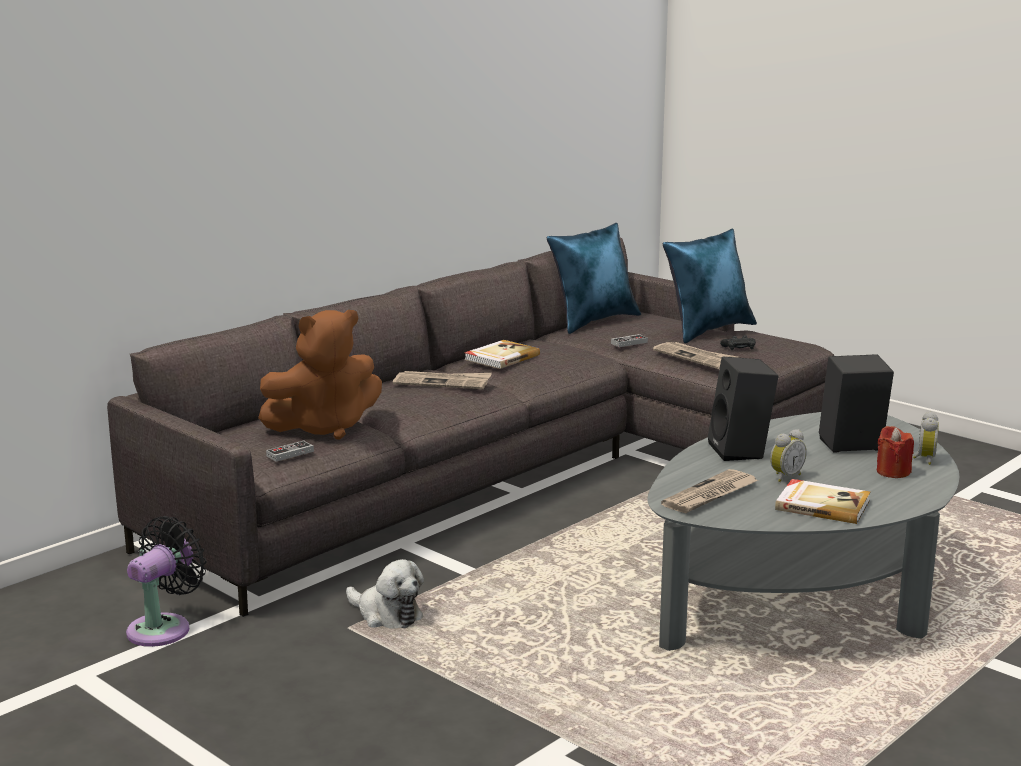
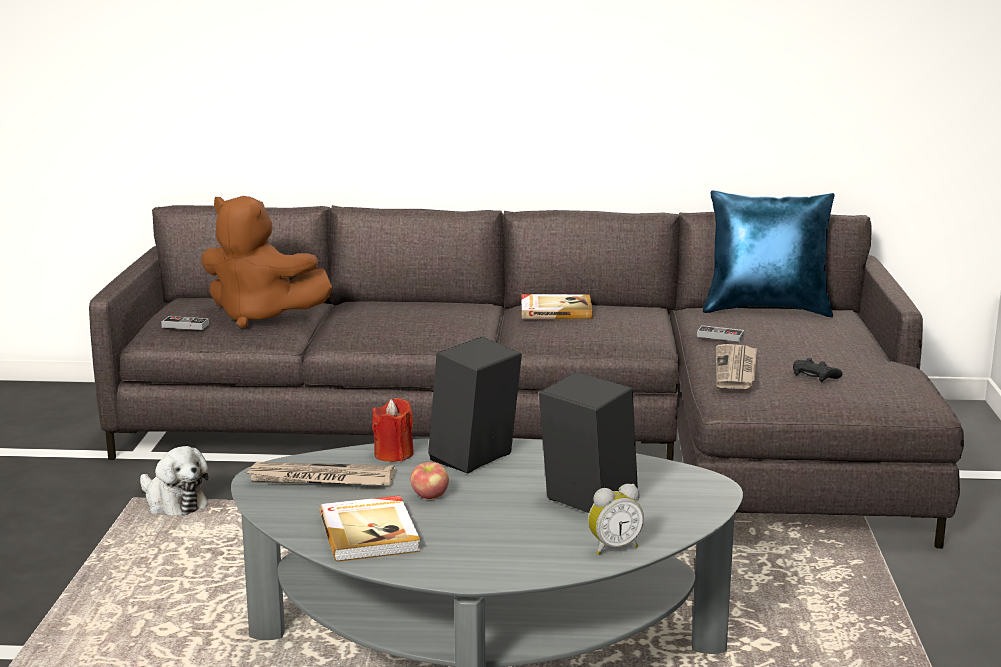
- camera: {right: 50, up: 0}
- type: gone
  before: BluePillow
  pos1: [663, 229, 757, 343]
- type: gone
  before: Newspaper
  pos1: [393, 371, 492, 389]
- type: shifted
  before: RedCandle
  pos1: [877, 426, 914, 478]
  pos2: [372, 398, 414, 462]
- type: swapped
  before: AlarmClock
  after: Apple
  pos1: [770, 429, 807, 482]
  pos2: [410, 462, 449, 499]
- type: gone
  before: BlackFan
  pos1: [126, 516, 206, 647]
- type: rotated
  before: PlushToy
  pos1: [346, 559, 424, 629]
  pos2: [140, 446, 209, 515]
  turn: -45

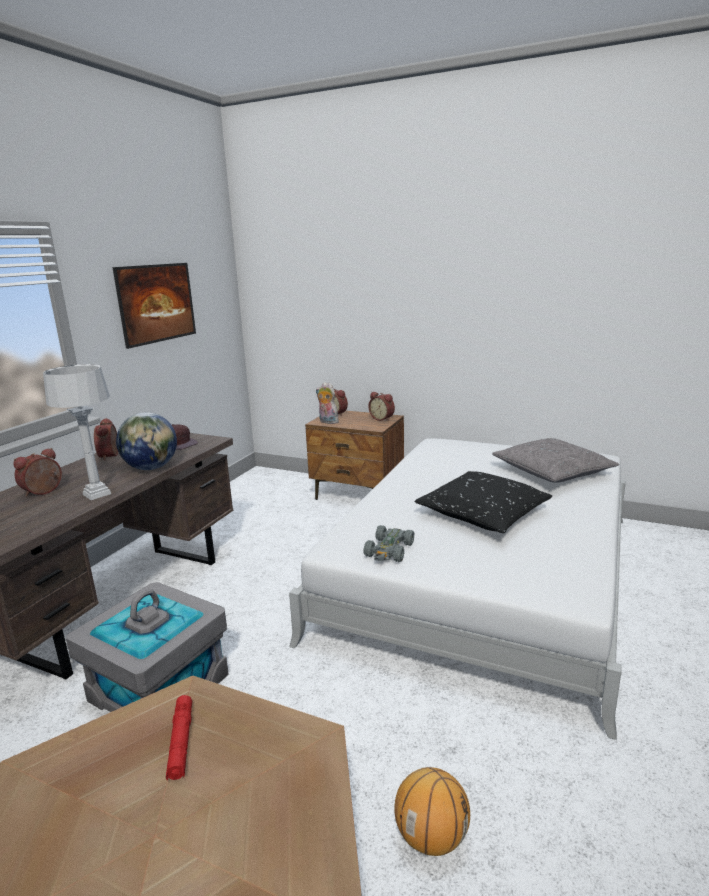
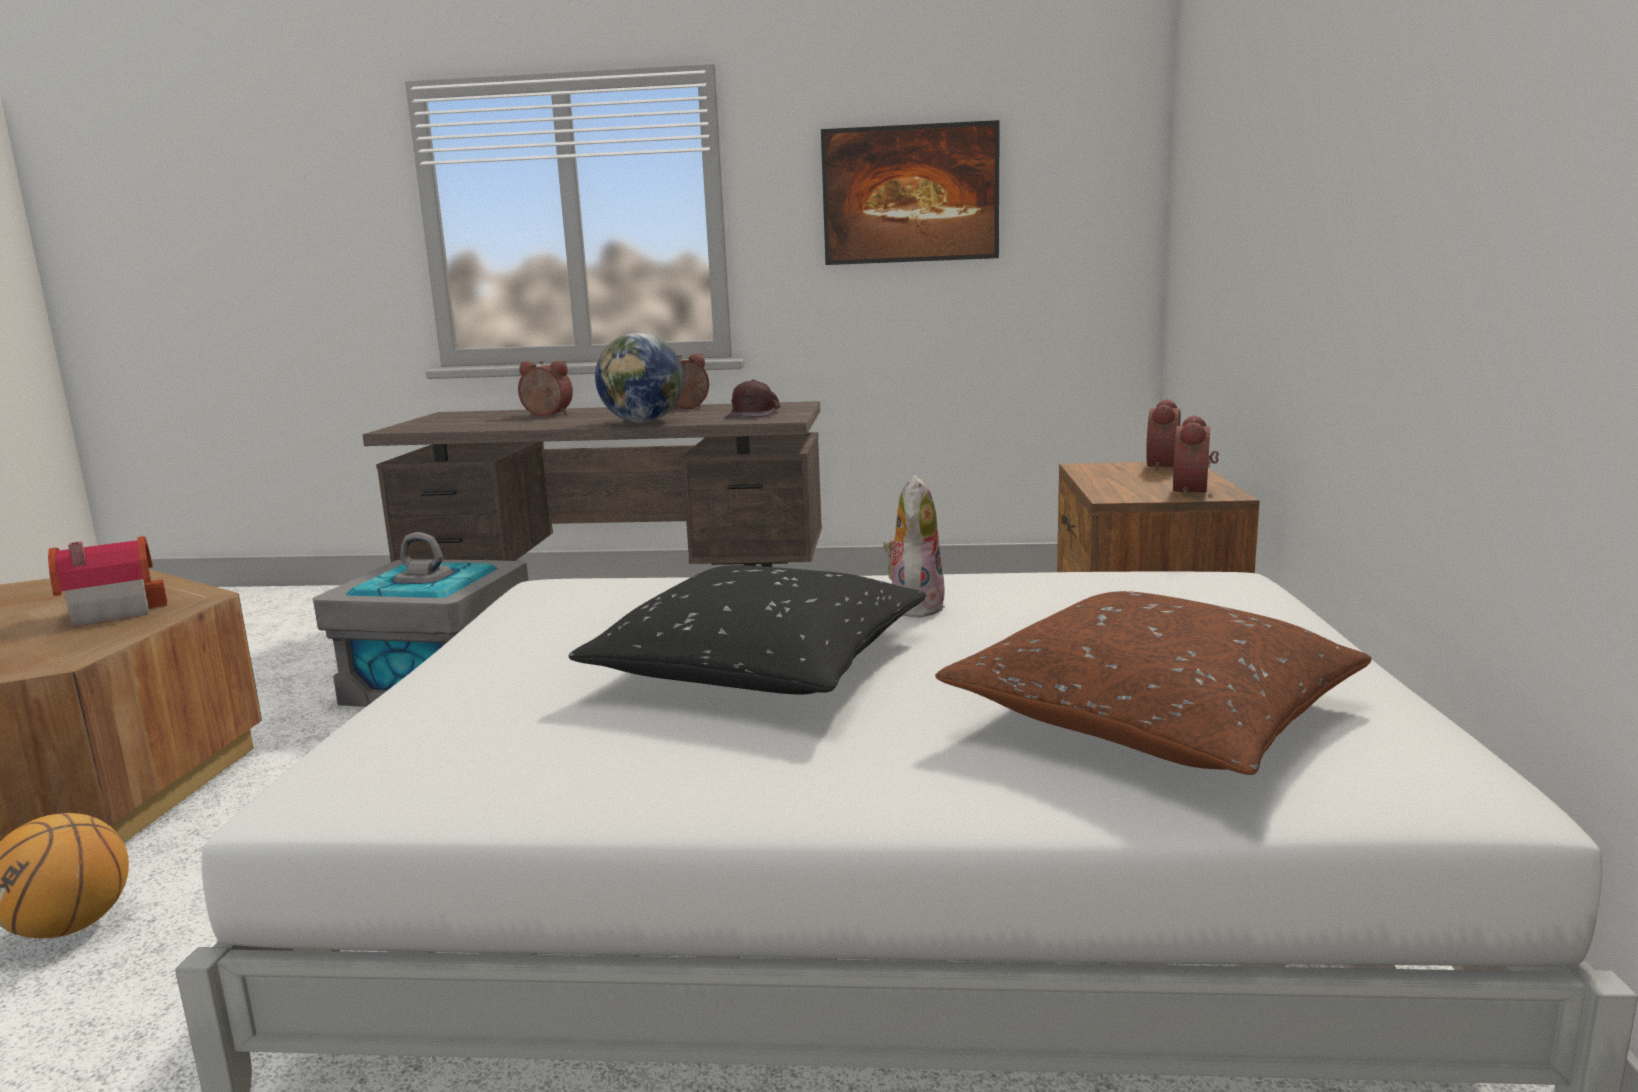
- camera: {right: 70, up: -5}
- type: gone
  before: GreyTableLamp
  pos1: [43, 364, 111, 500]
- type: shifted
  before: PlushToy
  pos1: [316, 382, 340, 424]
  pos2: [883, 475, 945, 618]
- type: repainted
  before: GreyPillow
  after: BrownPillow
  pos1: [492, 438, 619, 483]
  pos2: [935, 591, 1372, 775]
- type: gone
  before: GreyToyCar
  pos1: [363, 525, 414, 562]
- type: swapped
  before: RedFlashlight
  after: ToyHouse
  pos1: [166, 695, 192, 780]
  pos2: [48, 536, 167, 627]

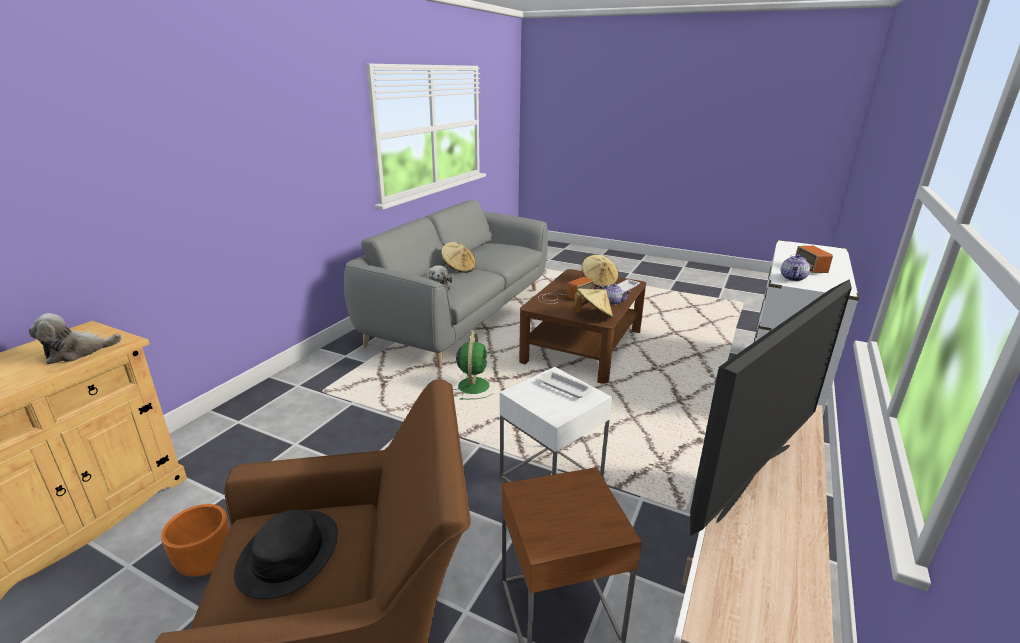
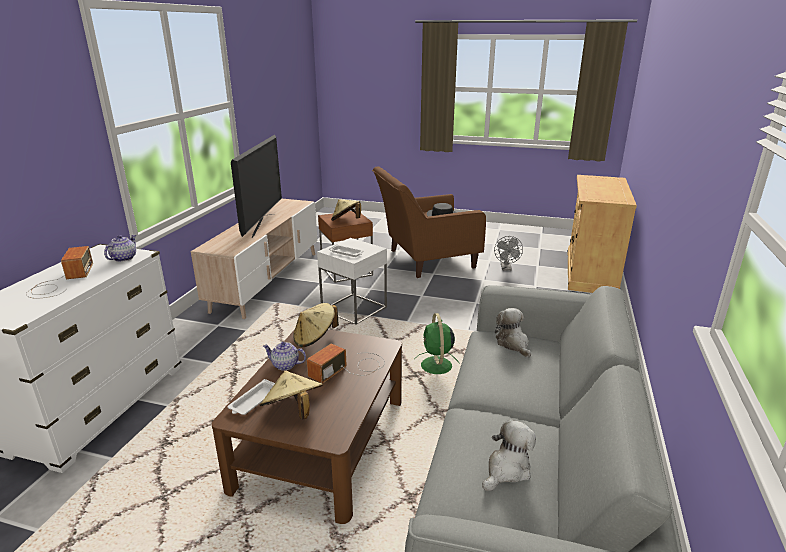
- camera: {right: 170, up: 0}
- type: shifted
  before: BeigeHat
  pos1: [441, 242, 476, 273]
  pos2: [331, 199, 361, 221]
- type: rotated
  before: Television
  pos1: [690, 279, 852, 536]
  pos2: [231, 135, 282, 238]
  turn: 150
- type: shifted
  before: PlushToy
  pos1: [29, 313, 122, 364]
  pos2: [482, 419, 536, 491]
- type: swapped
  before: OrangePlanter
  after: GreyFan
  pos1: [161, 504, 230, 577]
  pos2: [494, 236, 523, 271]

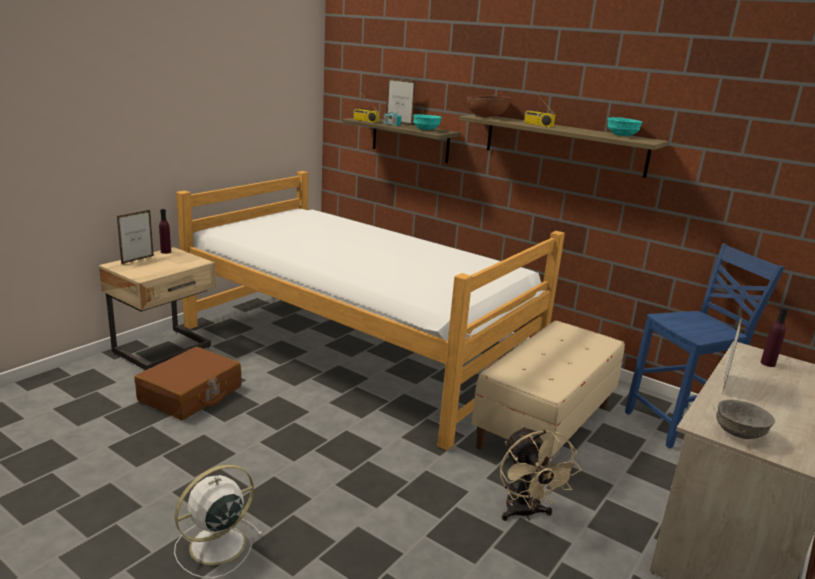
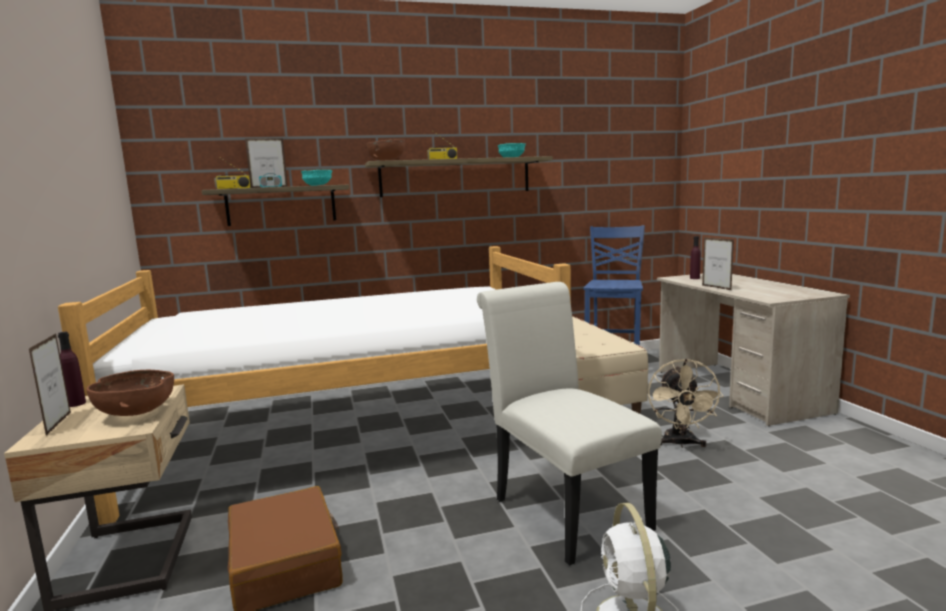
- camera: {right: -50, up: -10}
- type: gone
  before: GreyBowl
  pos1: [716, 399, 775, 439]
- type: rotated
  before: BeigeFan
  pos1: [500, 426, 581, 521]
  pos2: [648, 359, 723, 448]
  turn: 75
- type: new
  after: WhiteChair
  pos2: [477, 282, 662, 565]
- type: new
  after: BrownBowl
  pos2: [86, 369, 174, 416]

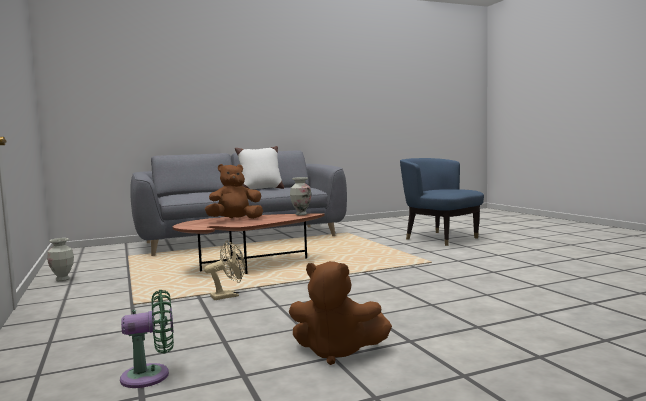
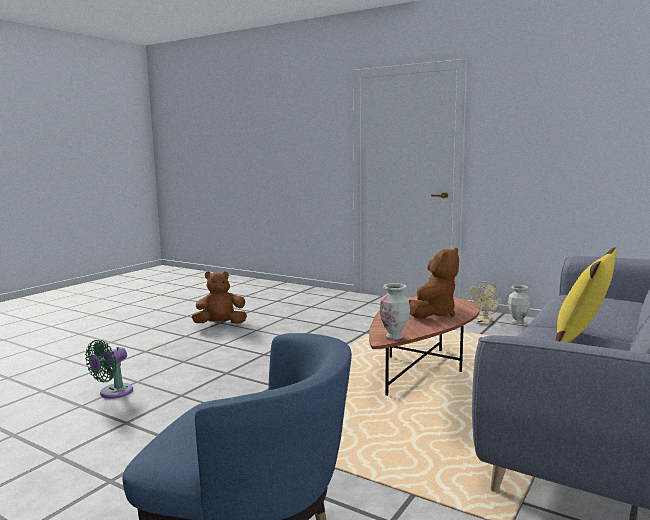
- camera: {right: 145, up: 5}
- type: repainted
  before: WhitePillow
  after: YellowPillow
  pos1: [235, 146, 284, 190]
  pos2: [555, 247, 617, 342]
- type: shifted
  before: BeigeFan
  pos1: [204, 241, 245, 300]
  pos2: [467, 282, 502, 325]
- type: shifted
  before: GreenFan
  pos1: [120, 289, 174, 388]
  pos2: [85, 340, 133, 399]

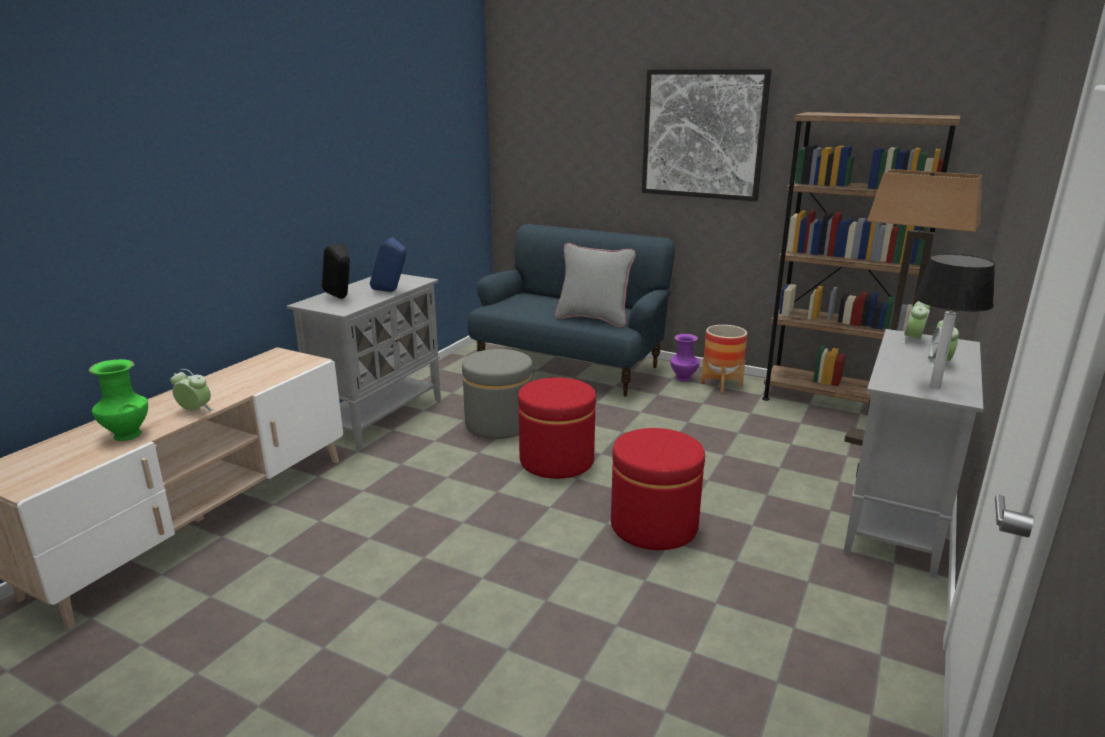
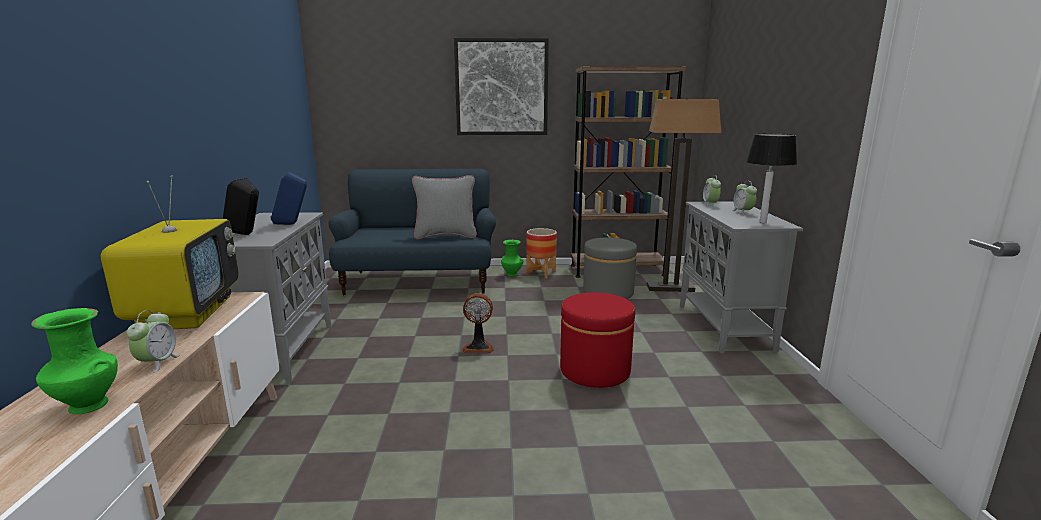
- camera: {right: -30, up: -5}
- type: repainted
  before: PurpleVase
  after: GreenVase
  pos1: [670, 334, 700, 381]
  pos2: [501, 240, 523, 276]
- type: shifted
  before: GreyOttoman
  pos1: [462, 349, 533, 439]
  pos2: [583, 237, 637, 299]
- type: rotated
  before: AlarmClock
  pos1: [170, 369, 214, 411]
  pos2: [126, 310, 180, 373]
  turn: 105
- type: swapped
  before: RedOttoman
  after: Fan
  pos1: [518, 377, 596, 479]
  pos2: [462, 293, 494, 353]
- type: new
  after: Television
  pos2: [101, 175, 239, 329]

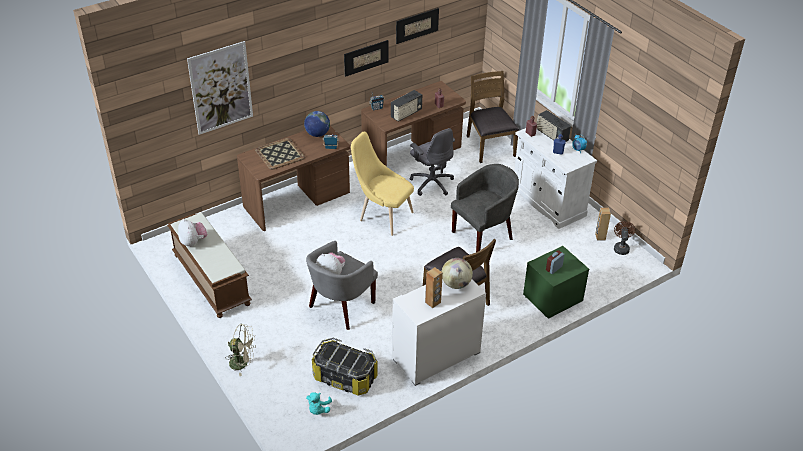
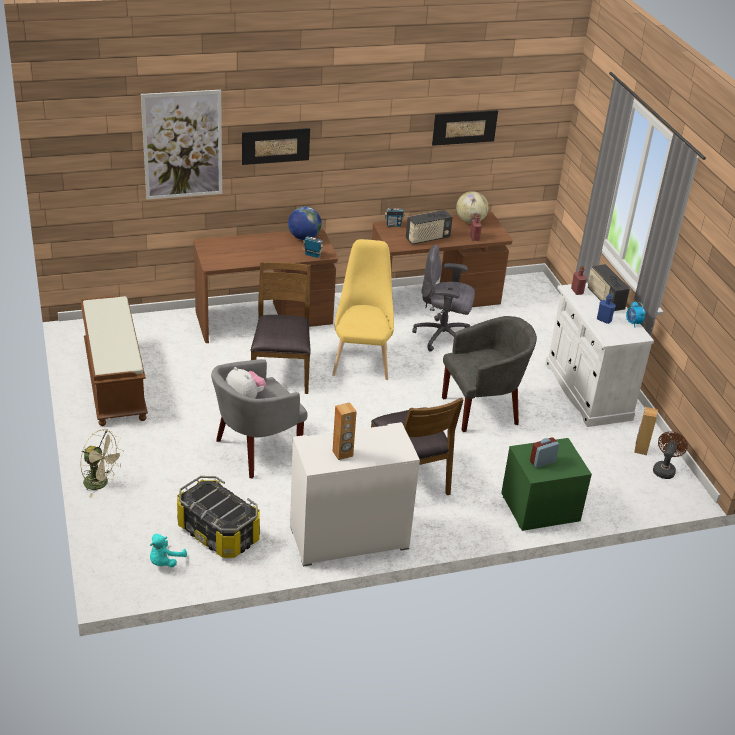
- camera: {right: 15, up: -5}
- type: shifted
  before: Picture
  pos1: [344, 40, 388, 77]
  pos2: [242, 128, 310, 165]
- type: shifted
  before: BrownChair
  pos1: [467, 71, 519, 163]
  pos2: [250, 262, 311, 394]
- type: rotated
  before: GreyOfficeChair
  pos1: [410, 128, 455, 196]
  pos2: [412, 245, 475, 352]
  turn: 120
- type: rotated
  before: YellowChair
  pos1: [351, 132, 414, 236]
  pos2: [332, 239, 394, 380]
  turn: 45
- type: gone
  before: Tray
  pos1: [255, 138, 305, 170]
- type: gone
  before: PlushToy
  pos1: [178, 219, 207, 247]
- type: shifted
  before: Globe
  pos1: [441, 258, 473, 289]
  pos2: [456, 191, 489, 223]

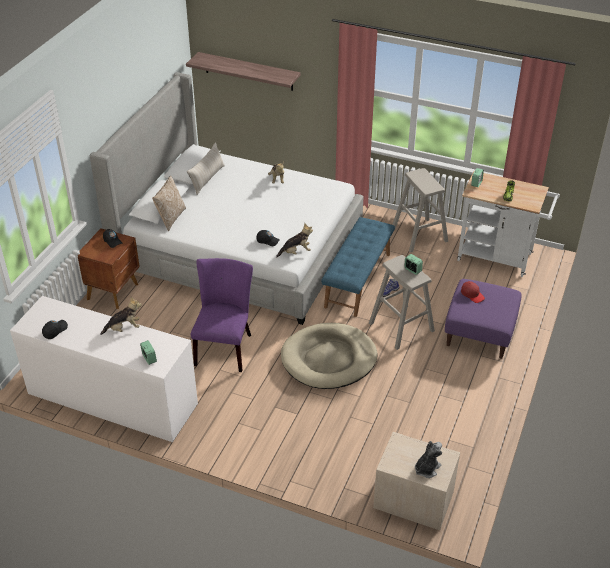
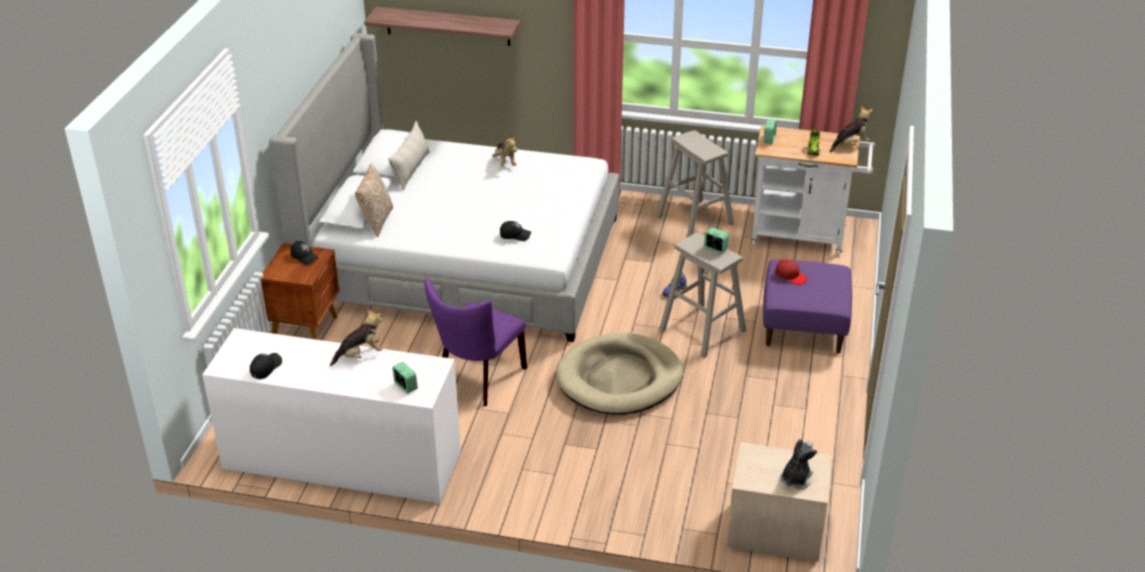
- camera: {right: -10, up: -5}
- type: gone
  before: BlueBench
  pos1: [321, 217, 395, 317]
- type: shifted
  before: PlushToy
  pos1: [276, 223, 313, 257]
  pos2: [830, 106, 873, 152]
- type: rotated
  before: PurpleChair
  pos1: [191, 258, 253, 372]
  pos2: [424, 279, 527, 406]
  turn: -150

